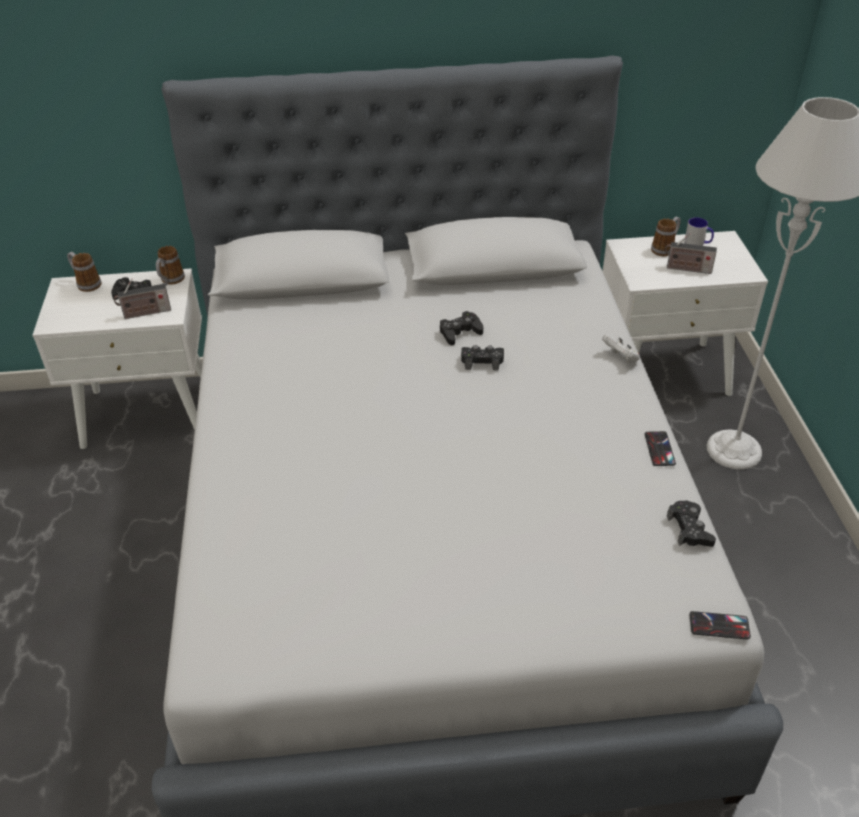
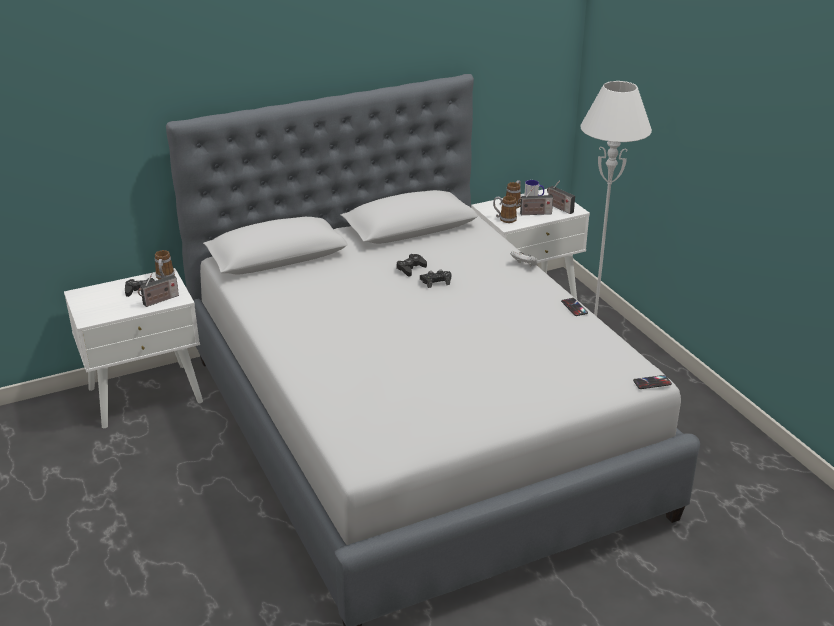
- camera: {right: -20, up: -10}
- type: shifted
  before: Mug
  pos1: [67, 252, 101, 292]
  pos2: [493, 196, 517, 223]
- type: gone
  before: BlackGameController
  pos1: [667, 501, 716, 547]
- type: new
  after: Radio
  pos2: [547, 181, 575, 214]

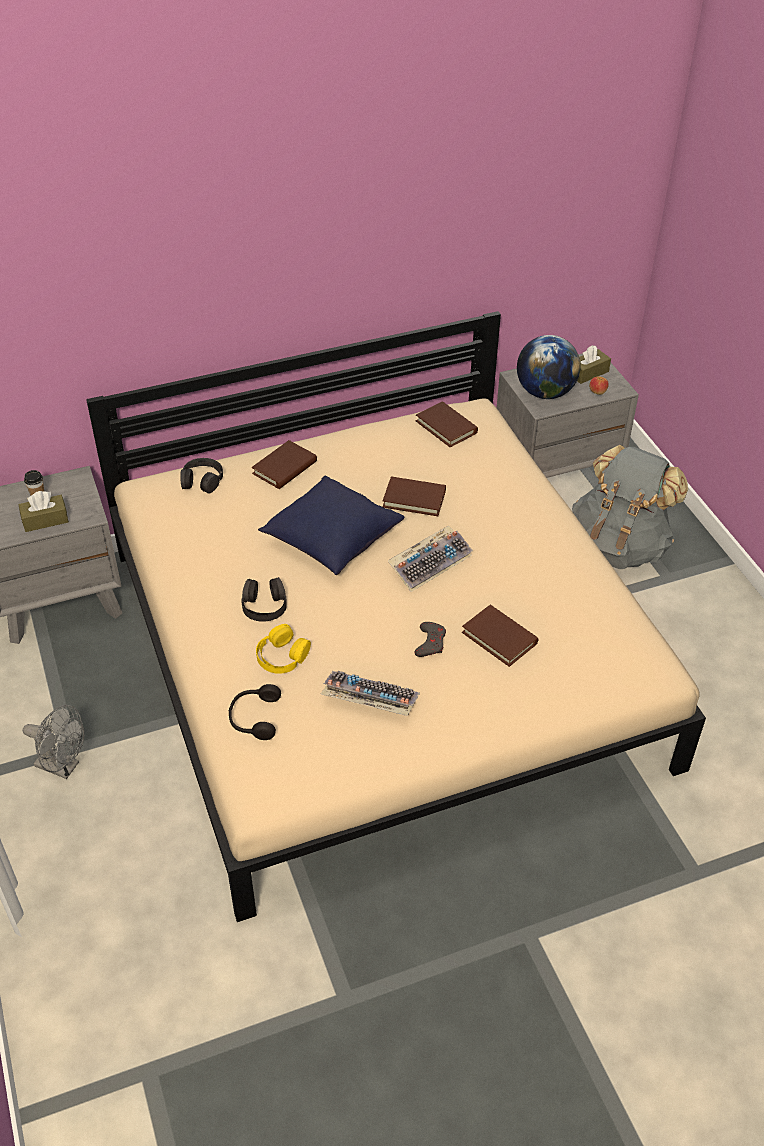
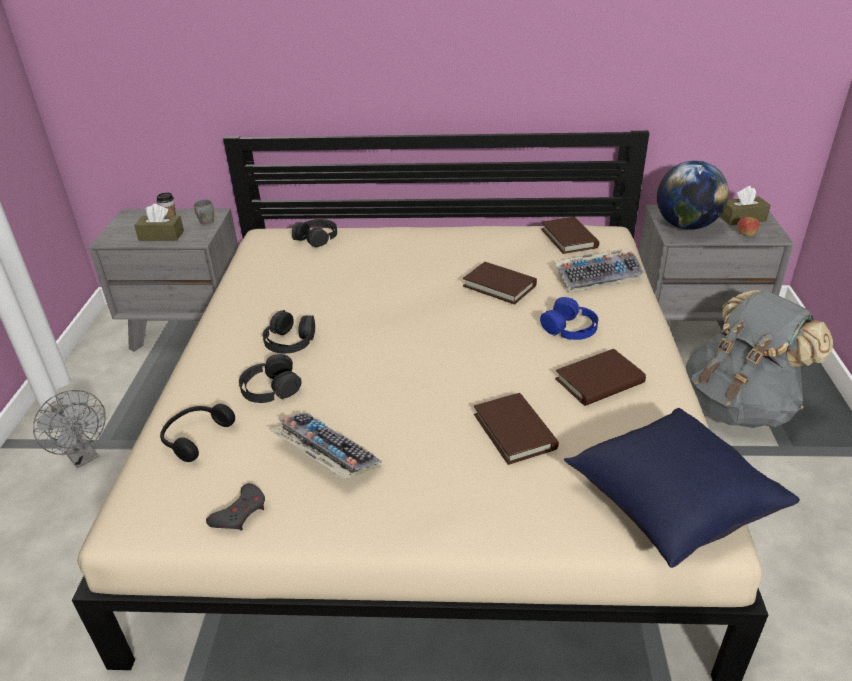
- camera: {right: 25, up: -10}
- type: shifted
  before: BrownBook
  pos1: [252, 440, 317, 489]
  pos2: [555, 349, 646, 406]
- type: shifted
  before: BluePillow
  pos1: [258, 476, 404, 575]
  pos2: [564, 408, 800, 568]
- type: shifted
  before: Keyboard
  pos1: [388, 525, 473, 592]
  pos2: [555, 249, 645, 292]
- type: shifted
  before: GreyGameController
  pos1: [415, 622, 446, 657]
  pos2: [206, 483, 265, 531]
- type: repainted
  before: YellowHeadphones
  after: BlackHeadphones
  pos1: [256, 624, 311, 674]
  pos2: [239, 354, 302, 403]
- type: new
  after: GreyMug
  pos2: [194, 200, 214, 225]
- type: new
  after: BlueHeadphones
  pos2: [540, 297, 598, 340]

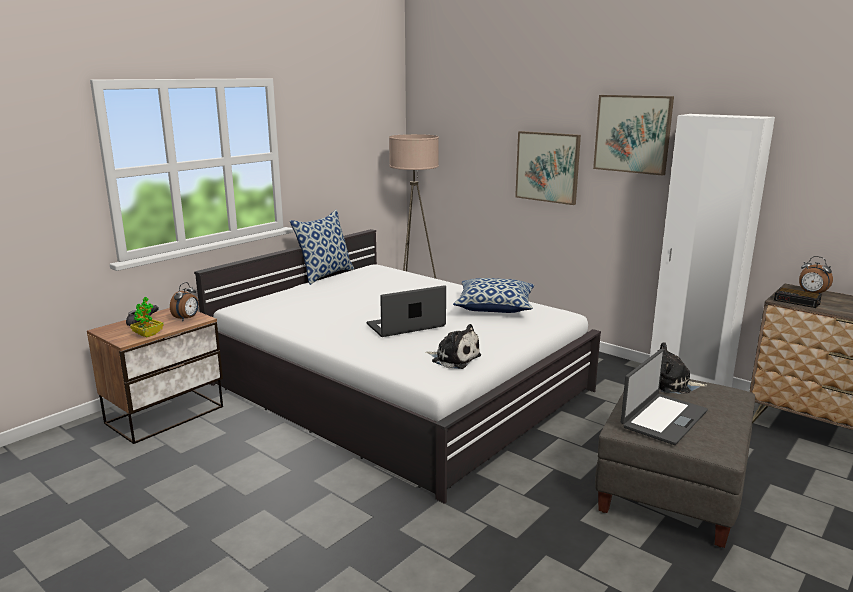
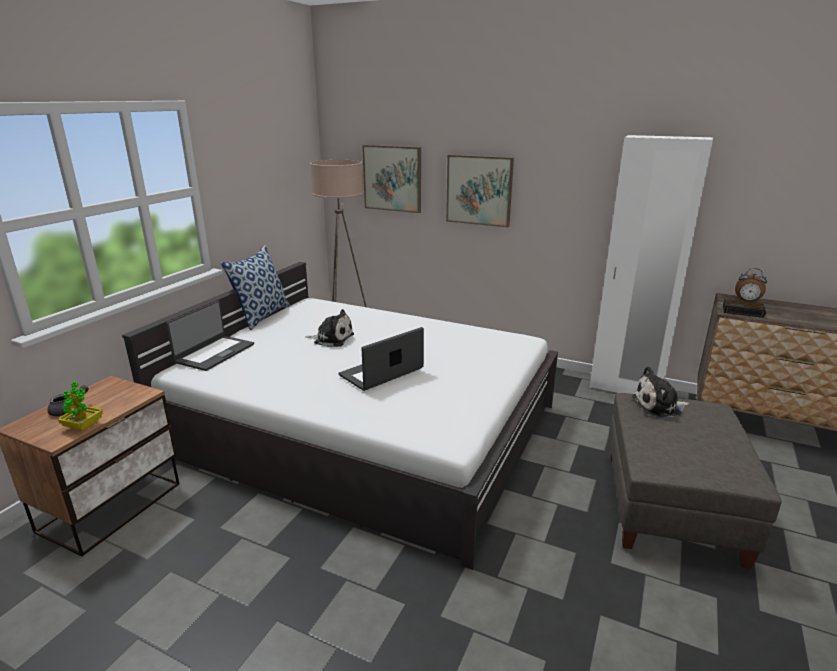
- camera: {right: -15, up: 5}
- type: shifted
  before: Picture
  pos1: [593, 95, 674, 176]
  pos2: [362, 145, 421, 213]
- type: gone
  before: Pillow
  pos1: [453, 278, 534, 313]
- type: gone
  before: AlarmClock
  pos1: [170, 282, 199, 321]
- type: shifted
  before: PlushToy
  pos1: [426, 324, 481, 369]
  pos2: [305, 309, 354, 347]
- type: shifted
  before: Laptop
  pos1: [621, 349, 708, 445]
  pos2: [166, 301, 254, 371]

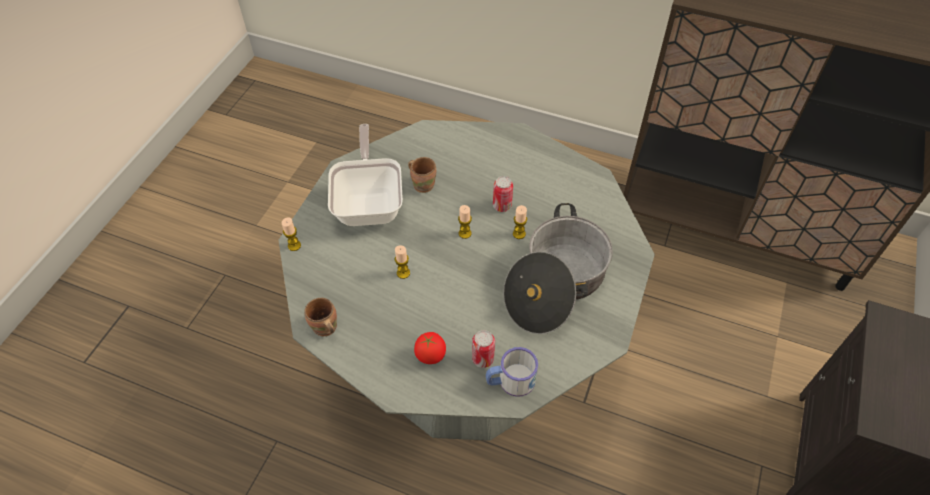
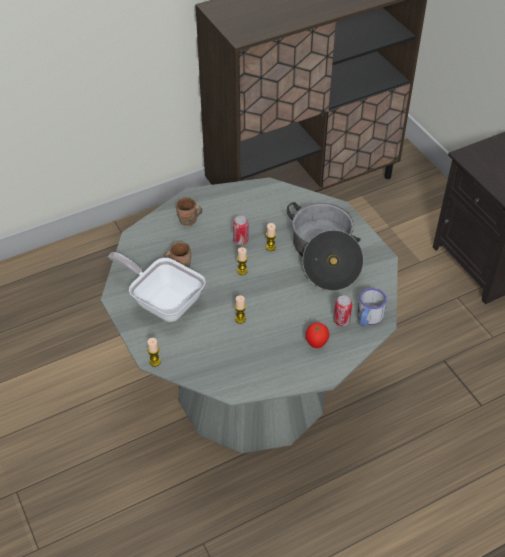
- camera: {right: -50, up: -5}
- type: shifted
  before: BrownMug
  pos1: [304, 298, 337, 336]
  pos2: [176, 197, 202, 226]

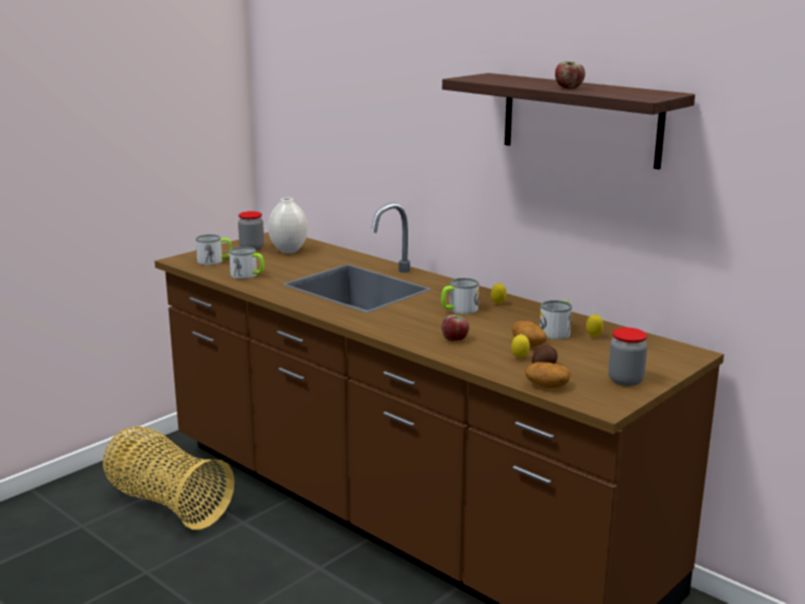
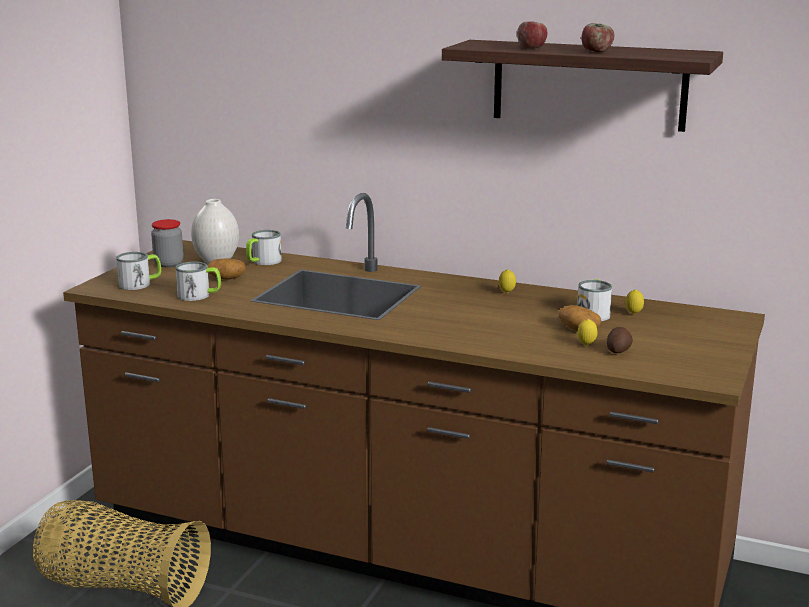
- camera: {right: -20, up: 0}
- type: shifted
  before: Mug
  pos1: [441, 278, 479, 314]
  pos2: [246, 230, 282, 265]
- type: shifted
  before: Apple
  pos1: [442, 315, 469, 341]
  pos2: [517, 21, 547, 49]
- type: gone
  before: Jar
  pos1: [608, 328, 647, 386]
- type: shifted
  before: Potato
  pos1: [525, 362, 570, 388]
  pos2: [208, 258, 246, 280]

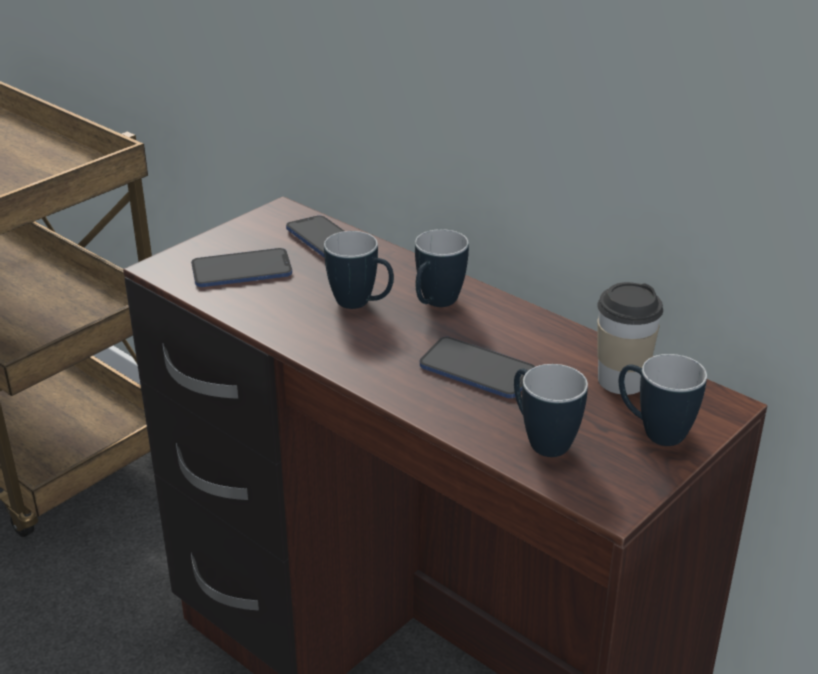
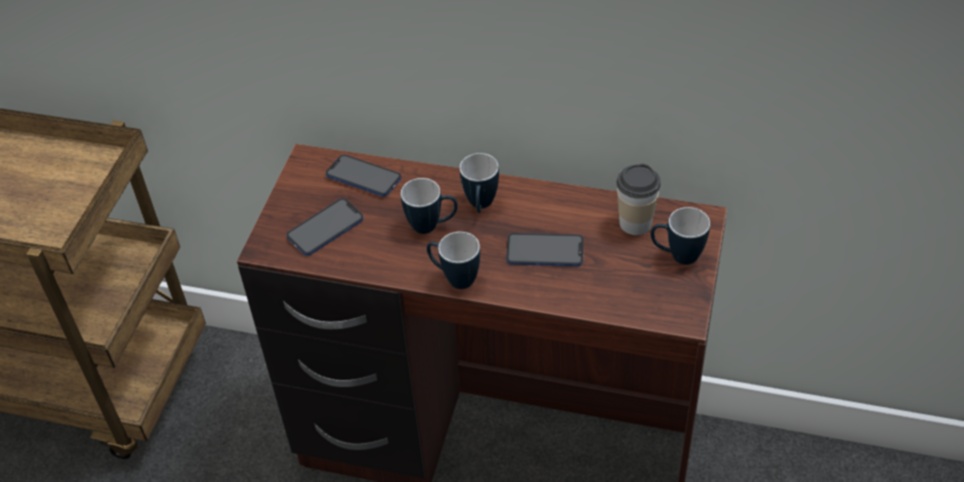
- camera: {right: -25, up: 15}
- type: shifted
  before: Mug
  pos1: [514, 364, 588, 457]
  pos2: [427, 232, 480, 289]

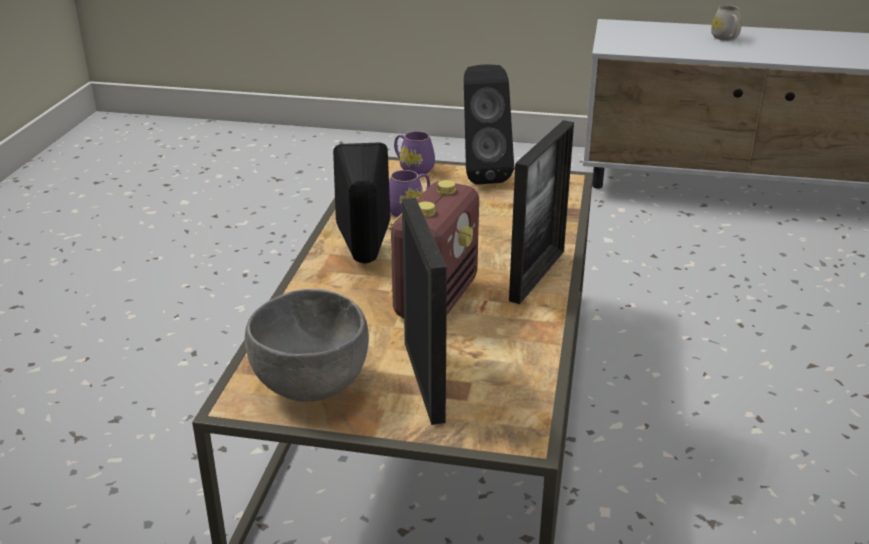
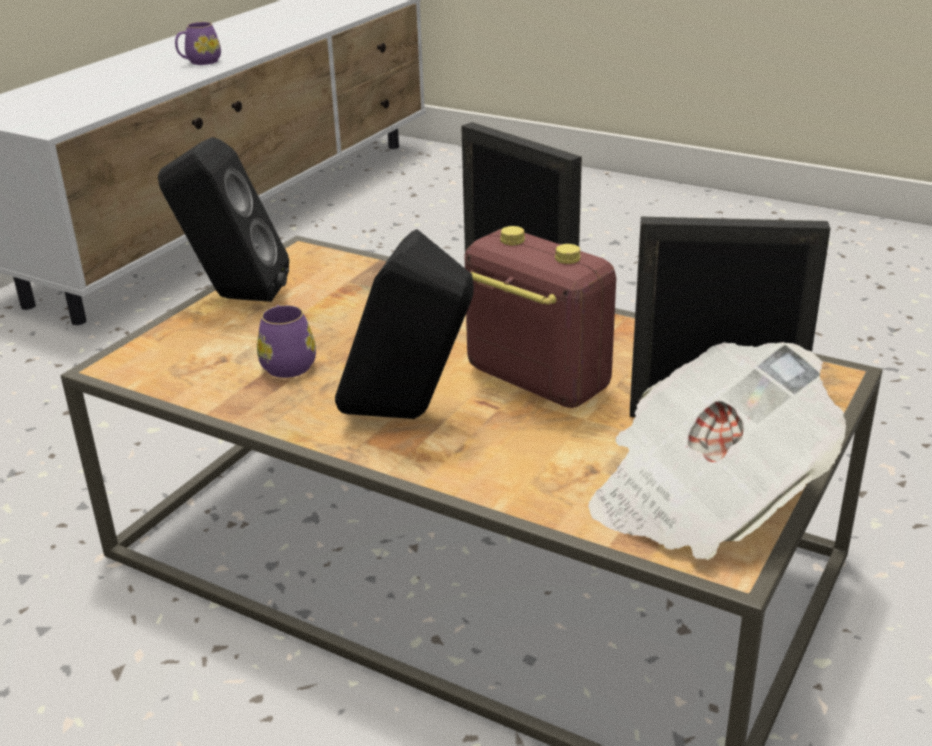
- camera: {right: -70, up: 0}
- type: gone
  before: WhiteMug
  pos1: [711, 5, 741, 41]
- type: shifted
  before: PurpleMug
  pos1: [394, 131, 435, 175]
  pos2: [175, 22, 221, 65]
- type: swapped
  before: GreyBowl
  after: Newspaper
  pos1: [245, 289, 369, 402]
  pos2: [588, 342, 846, 560]

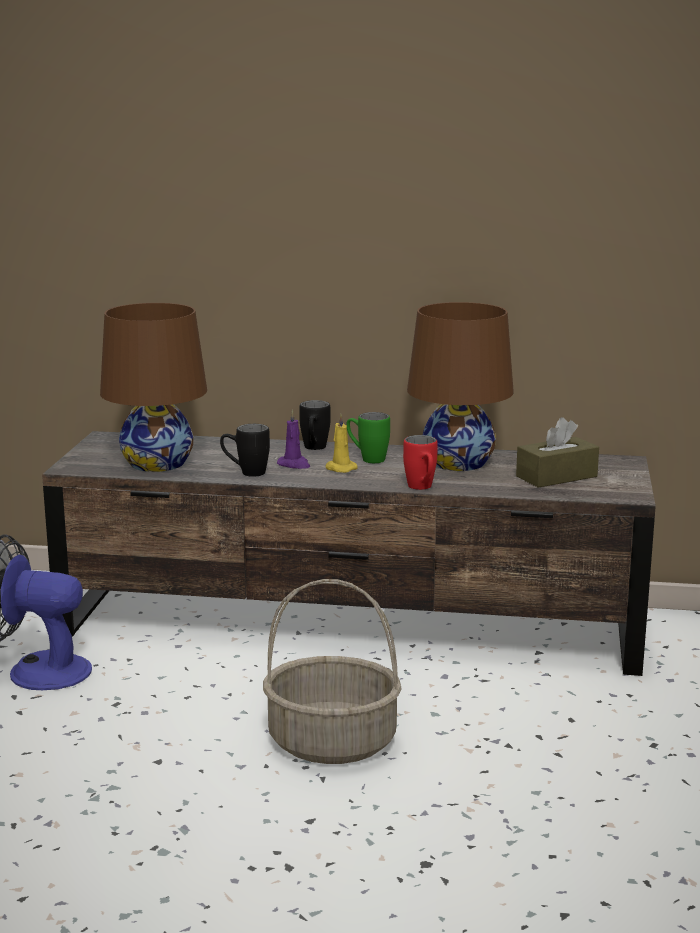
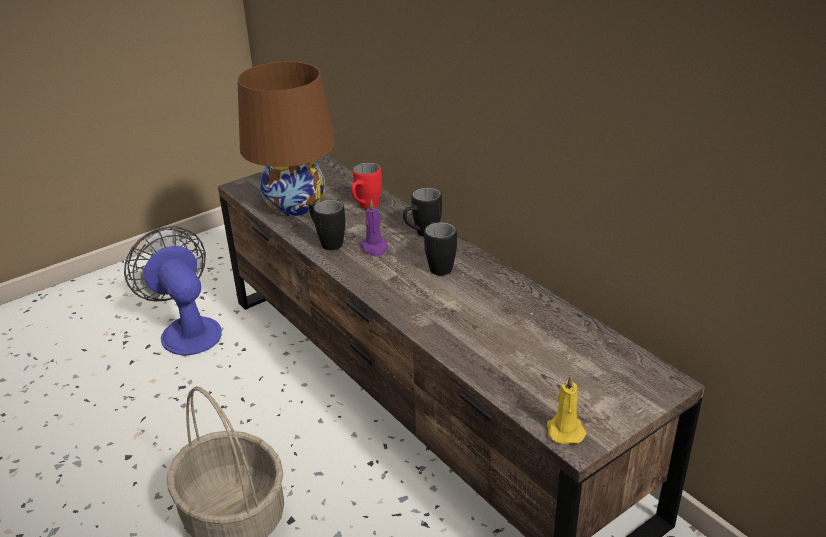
- camera: {right: 45, up: 15}
- type: gone
  before: BrownTableLamp
  pos1: [407, 302, 514, 471]
- type: repainted
  before: GreenMug
  after: BlackMug
  pos1: [346, 412, 390, 463]
  pos2: [424, 222, 457, 275]
- type: shifted
  before: YellowCandle
  pos1: [325, 414, 358, 473]
  pos2: [547, 374, 586, 445]
- type: gone
  before: BrownTissueBox
  pos1: [516, 417, 599, 488]
- type: shifted
  before: RedMug
  pos1: [403, 435, 438, 490]
  pos2: [351, 162, 382, 209]

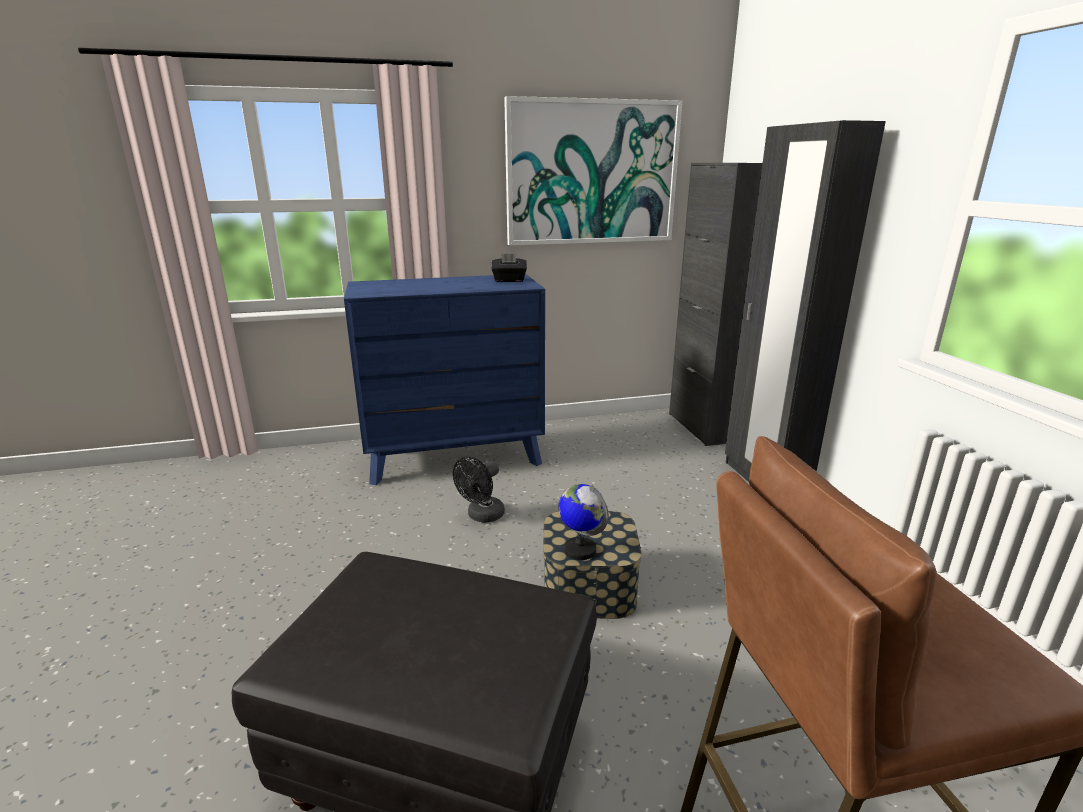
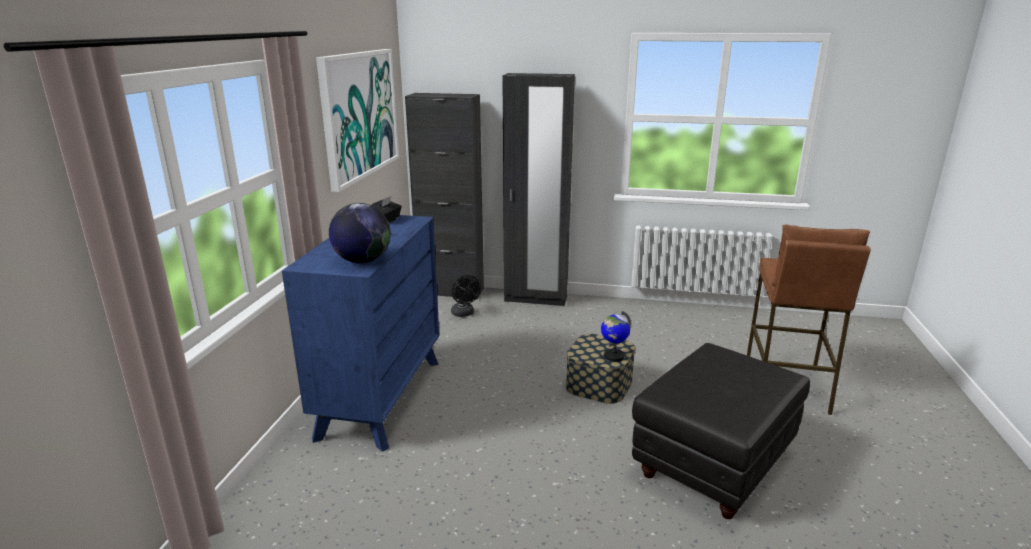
- camera: {right: -65, up: 0}
- type: shifted
  before: BlackFan
  pos1: [453, 456, 505, 523]
  pos2: [451, 275, 480, 317]
- type: new
  after: Globe
  pos2: [329, 203, 391, 263]

